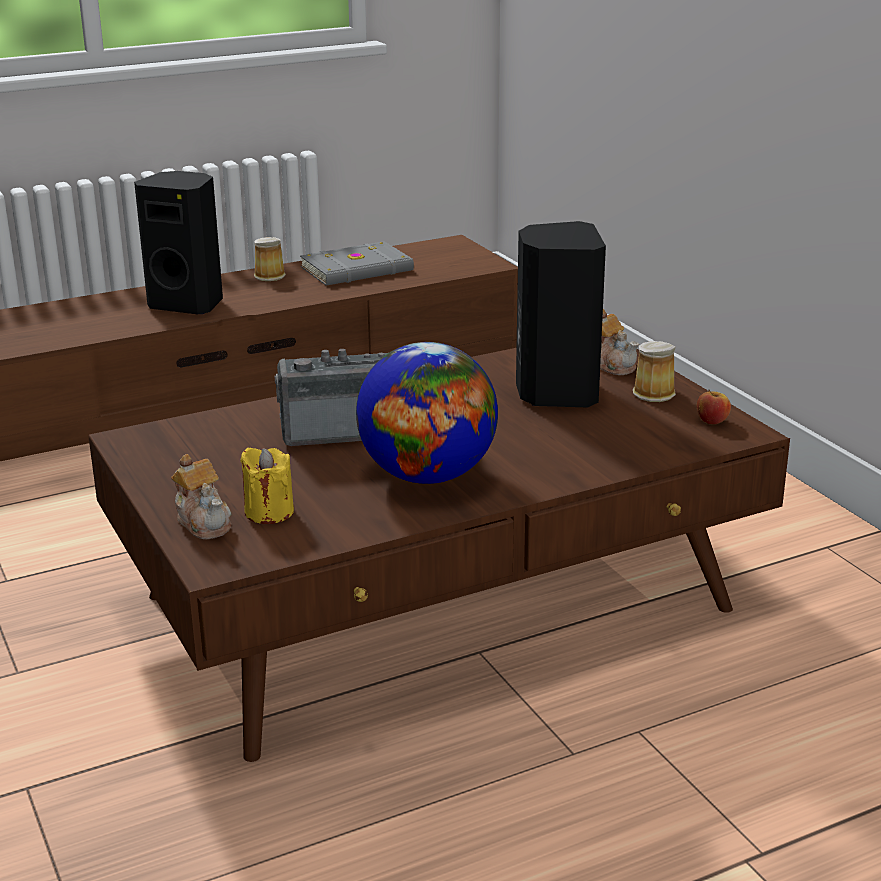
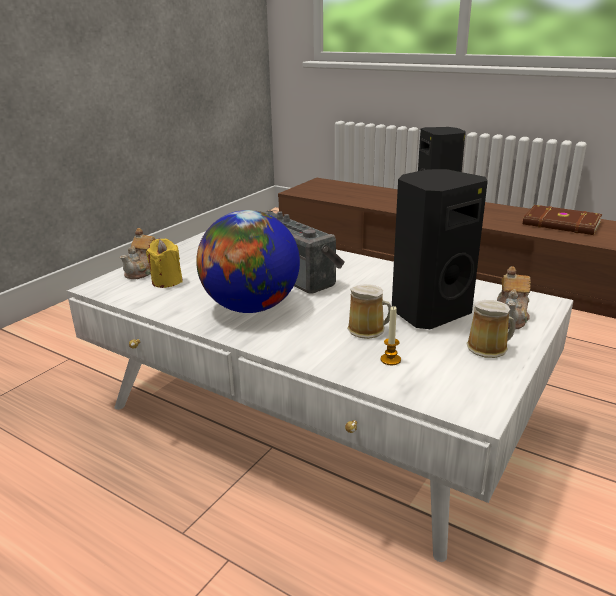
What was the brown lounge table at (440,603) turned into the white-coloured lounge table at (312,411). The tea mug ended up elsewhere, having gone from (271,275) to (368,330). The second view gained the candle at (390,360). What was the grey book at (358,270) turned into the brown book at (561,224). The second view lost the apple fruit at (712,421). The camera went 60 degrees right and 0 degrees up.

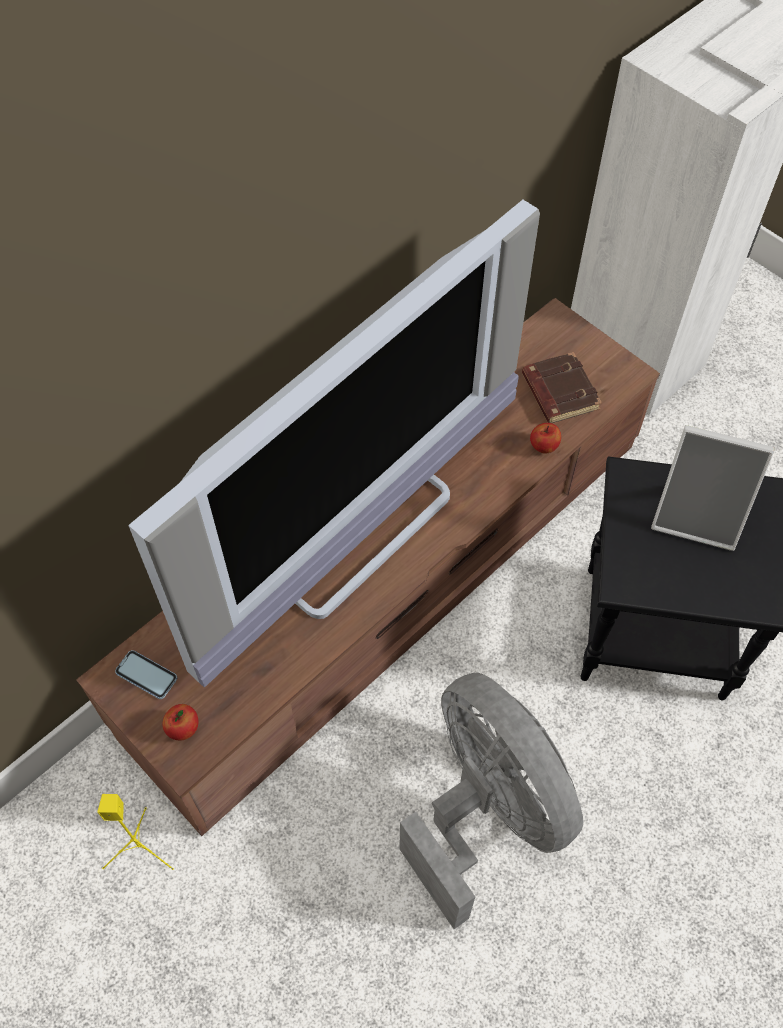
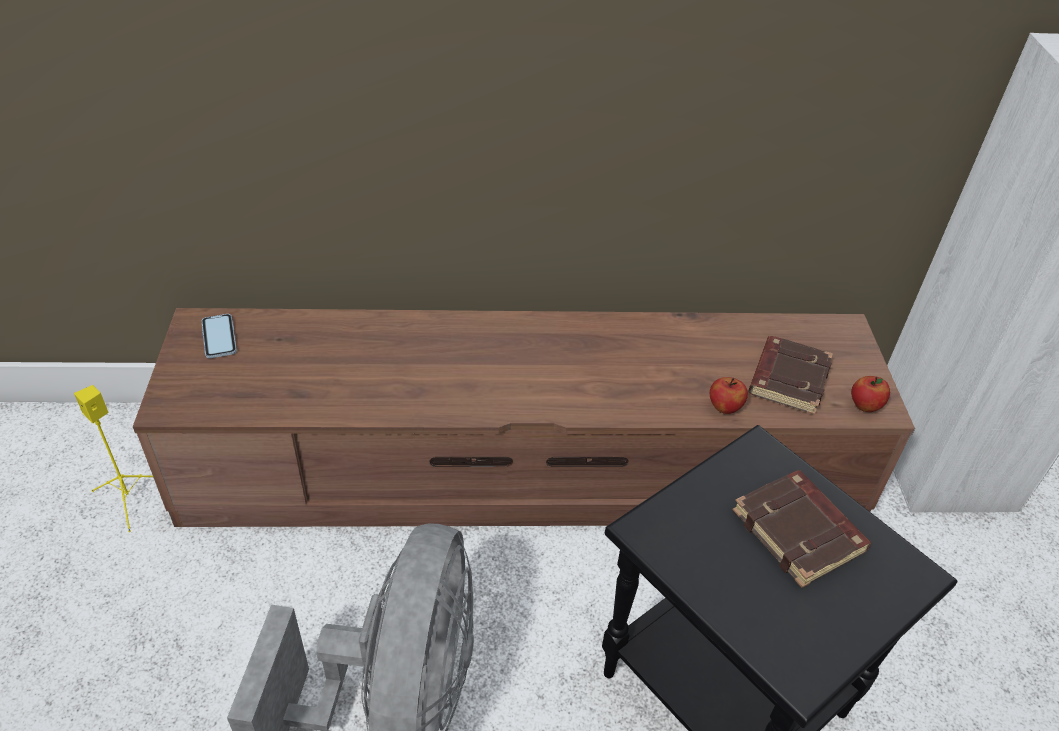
Where the photo frame stood at (698,516), the brown book came to stand at (800,532). The apple fruit ended up elsewhere, having gone from (183,728) to (864,406). The second view lost the TV at (360,532). The camera went 40 degrees right and 15 degrees down.

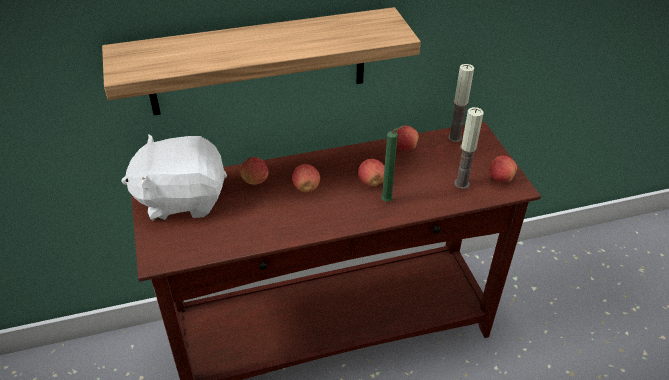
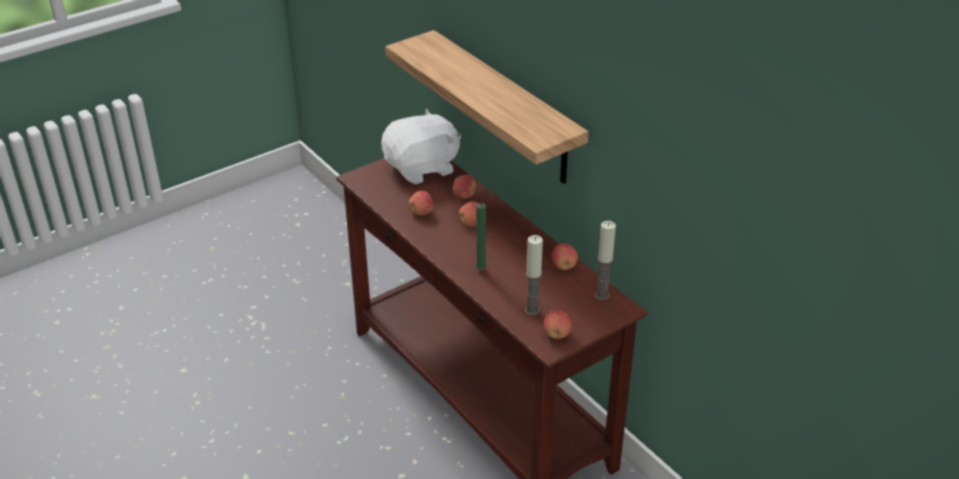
The white-coloured soft toy at (182,199) ended up facing another way, 90 degrees clockwise from before. The apple fruit ended up elsewhere, having gone from (371,182) to (421,212). The camera went 70 degrees right and 5 degrees down.

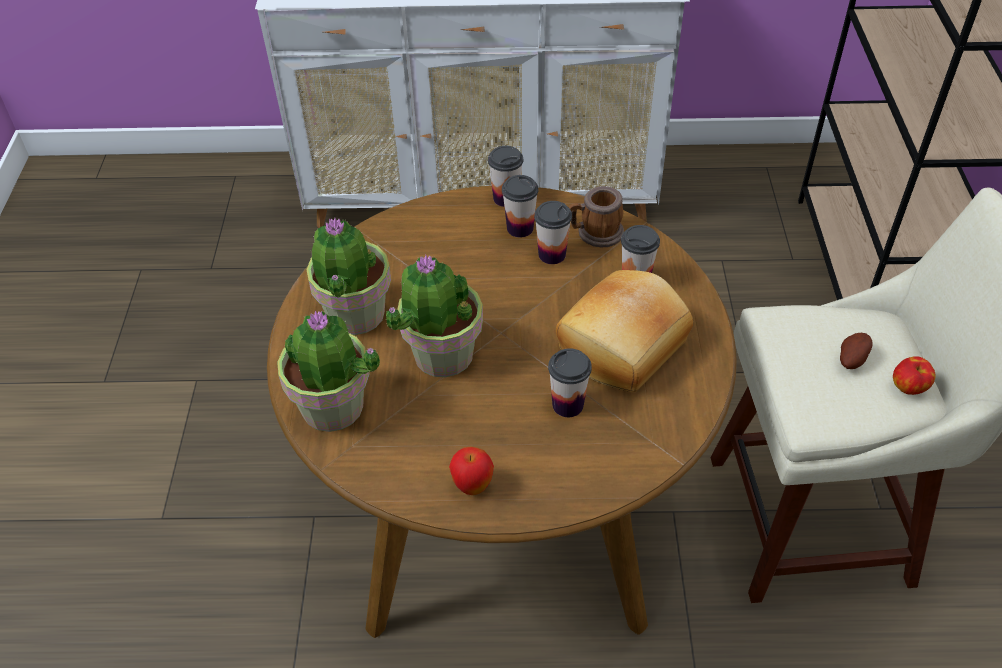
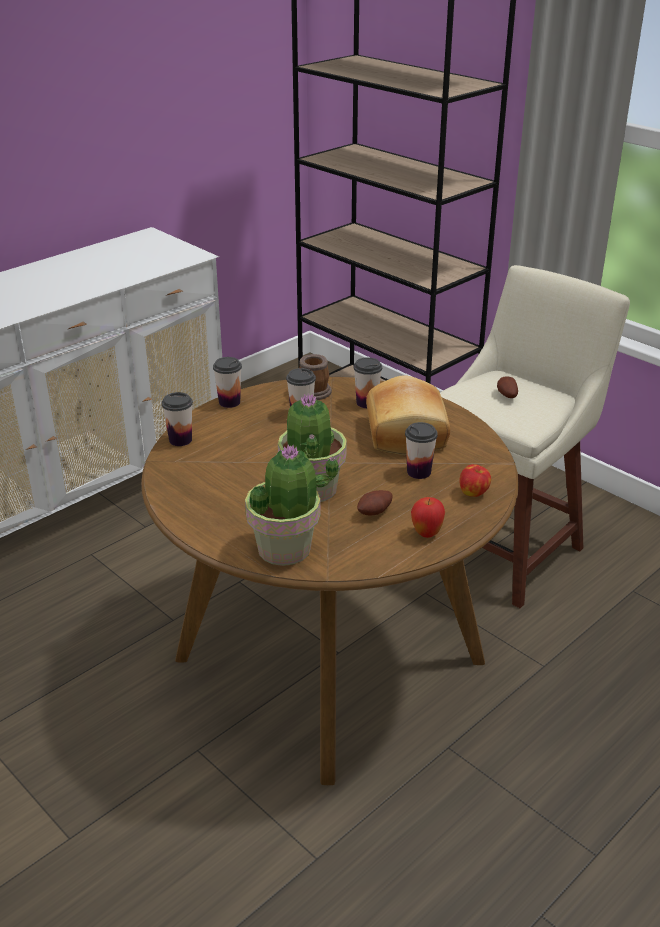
The small cup ended up elsewhere, having gone from (520,228) to (180,440). The second view gained the whole potato at (375,513). The apple fruit ended up elsewhere, having gone from (908,388) to (474,493). The second view lost the potted plant at (355,315). The camera went 45 degrees left and 15 degrees down.

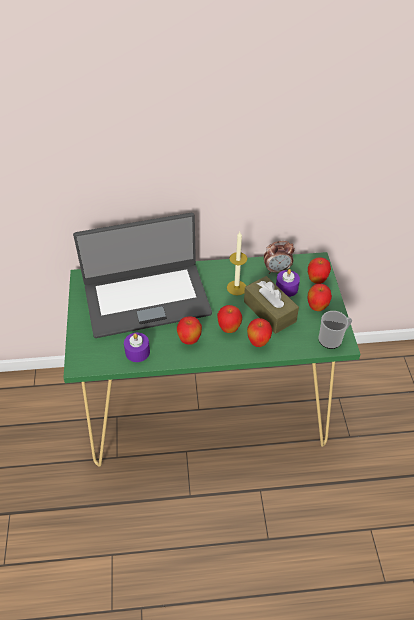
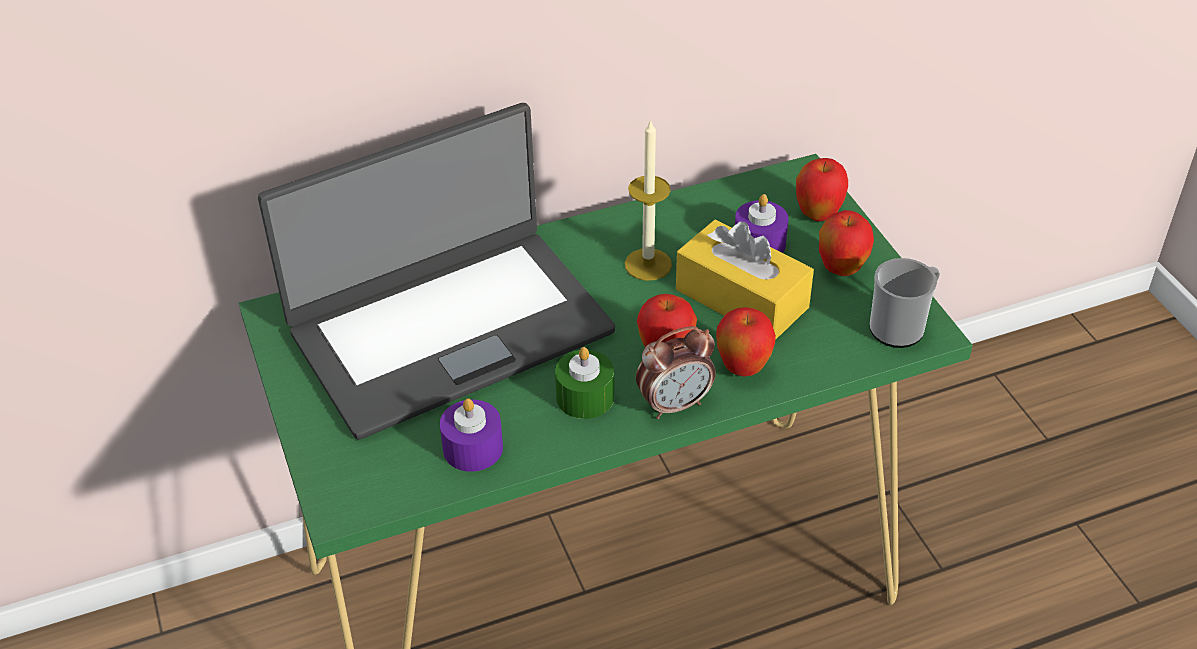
Where the apple fruit stood at (189,340), the greenish candle came to stand at (585,397). The bedside clock ended up elsewhere, having gone from (277,270) to (675,404). What was the brown box of tissues at (269,311) turned into the yellow box of tissues at (741,299). The camera went 15 degrees left and 5 degrees down.

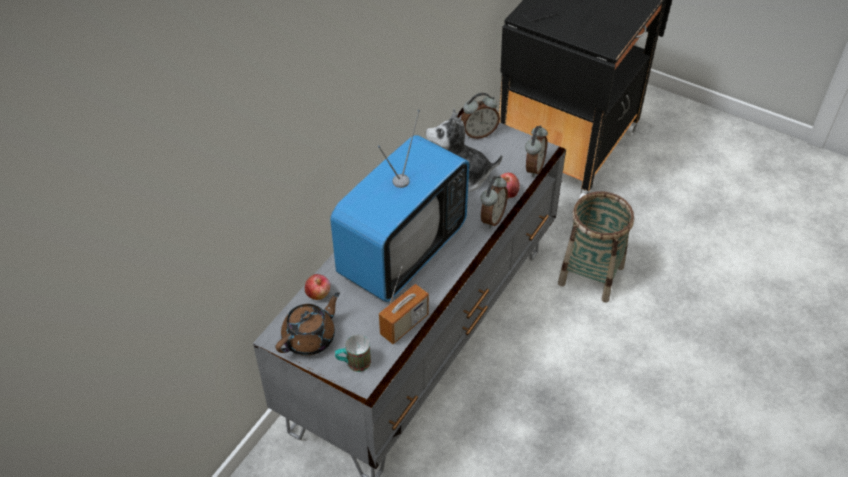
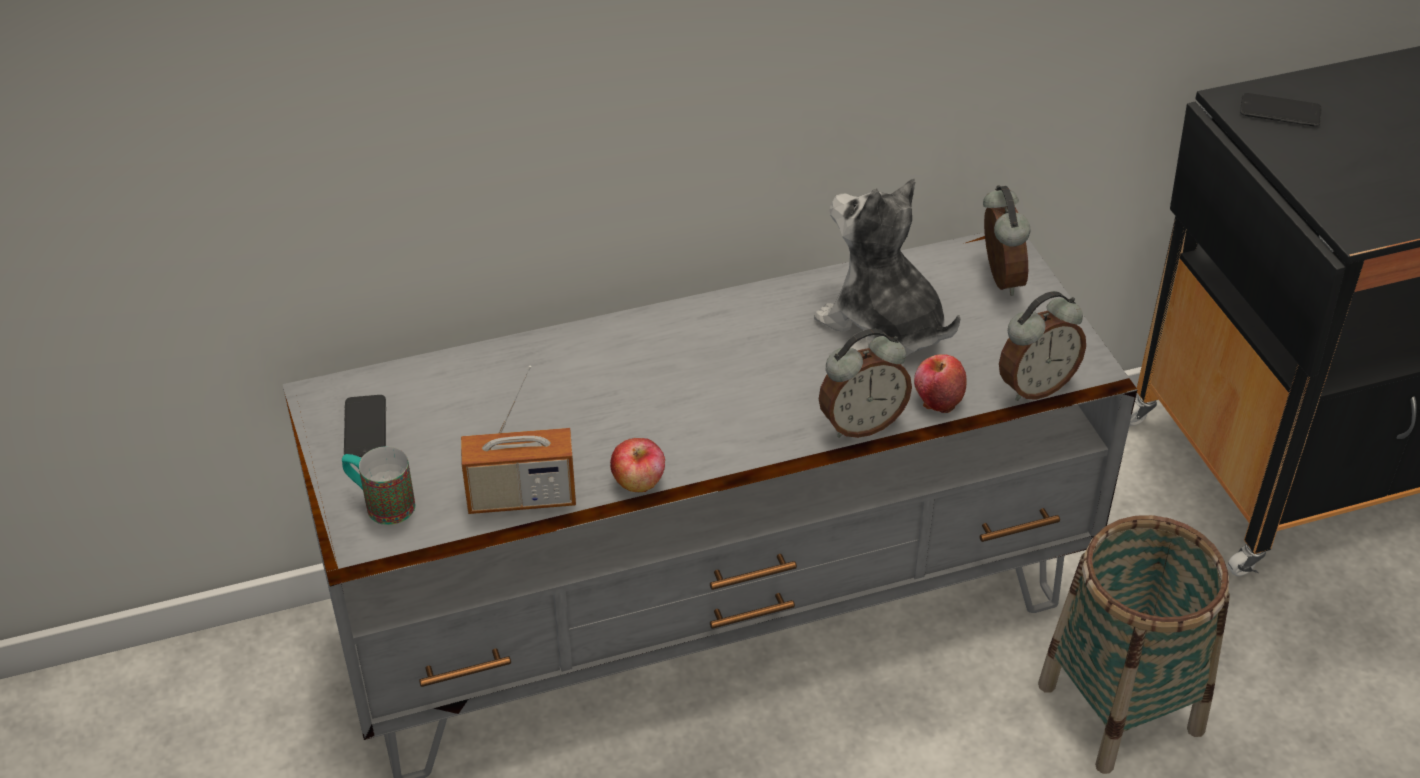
Where the brown pot for tea stood at (310,338), the phone came to stand at (365,427). The apple fruit ended up elsewhere, having gone from (318,294) to (638,481). The bedside clock at (478,133) ended up facing another way, 120 degrees counterclockwise from before. The second view lost the TV at (402,252). The camera went 40 degrees right and 5 degrees down.

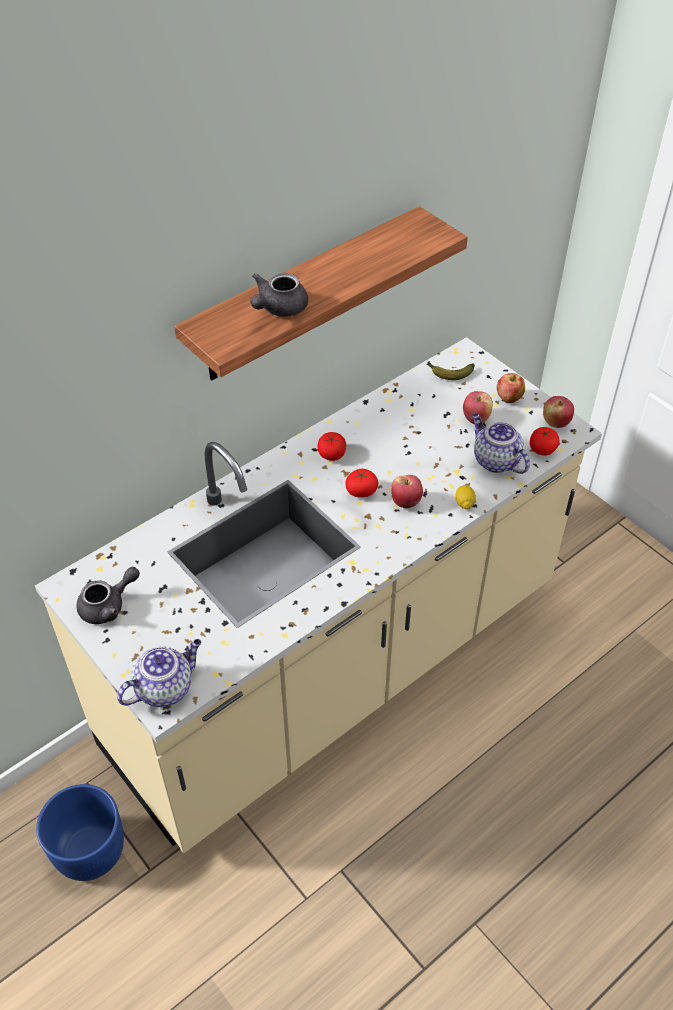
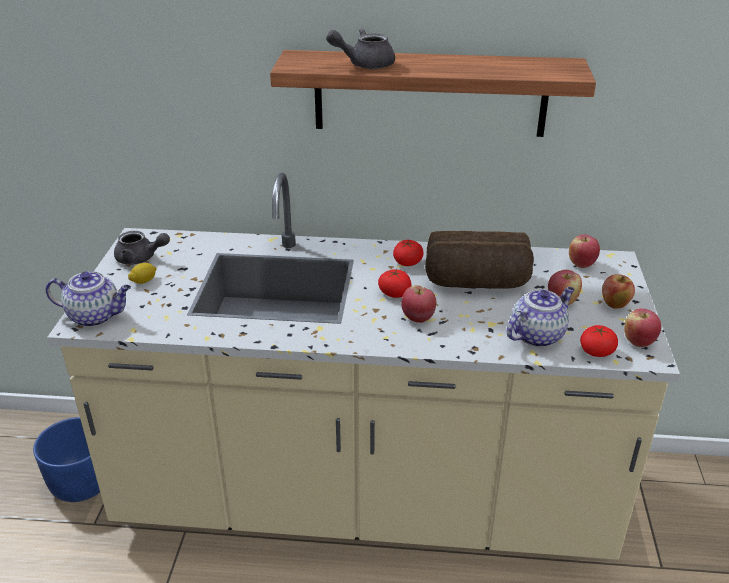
The whole lemon ended up elsewhere, having gone from (464,503) to (144,281). The second view gained the bread at (476,283). The pot for tea at (495,460) ended up facing another way, 45 degrees clockwise from before. Where the banana fruit stood at (448,373), the apple fruit came to stand at (581,264). The camera went 45 degrees right and 15 degrees down.

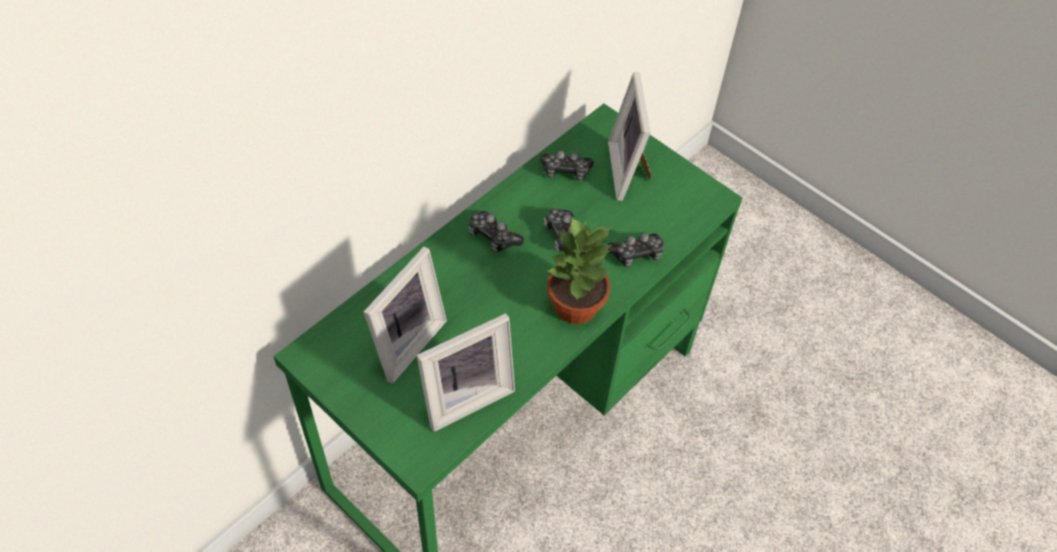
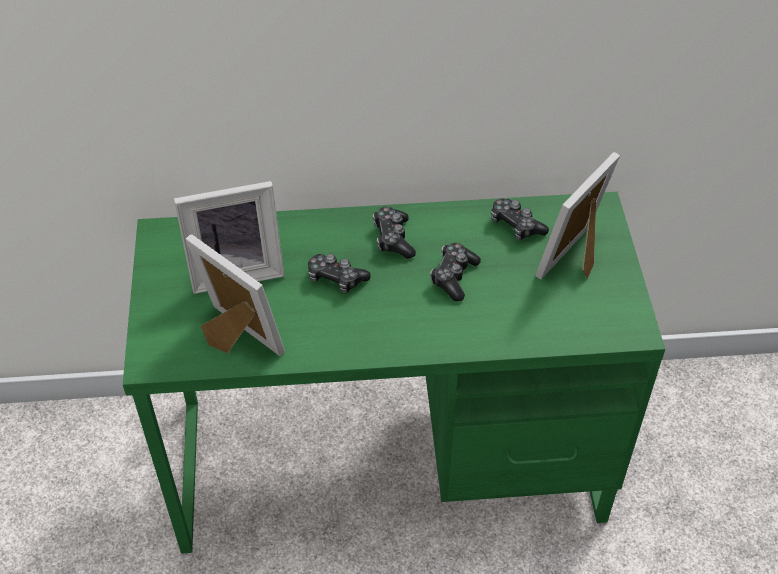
The photo frame at (464,395) ended up facing another way, 150 degrees counterclockwise from before. The gamepad ended up elsewhere, having gone from (636,254) to (336,279). The second view lost the potted plant at (576,307). The camera went 45 degrees right and 5 degrees down.

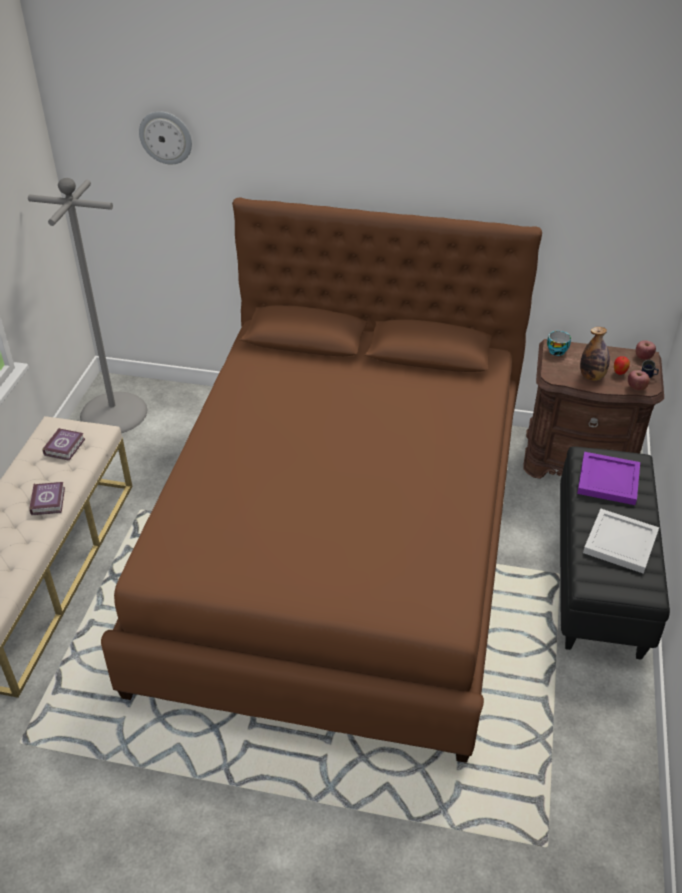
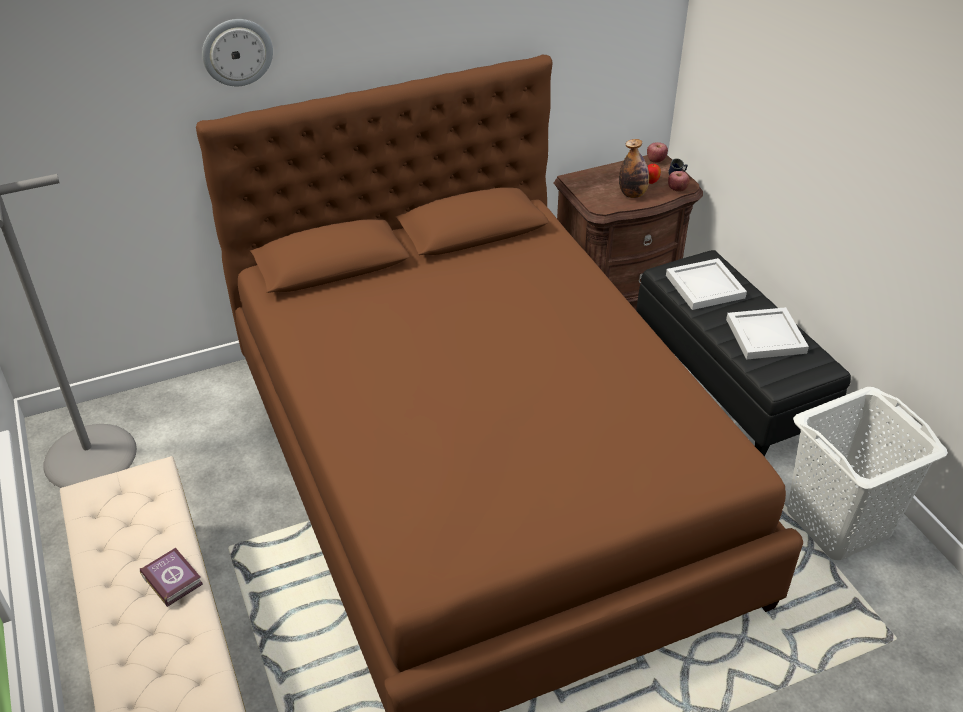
The clock on the wall ended up elsewhere, having gone from (166,137) to (237,52). What was the purplish tray at (609,480) turned into the white-coloured tray at (705,286). The second view gained the white-coloured hamper at (839,523). The second view lost the book at (66,446). The second view lost the small cup at (557,350). The camera went 35 degrees left and 0 degrees up.

